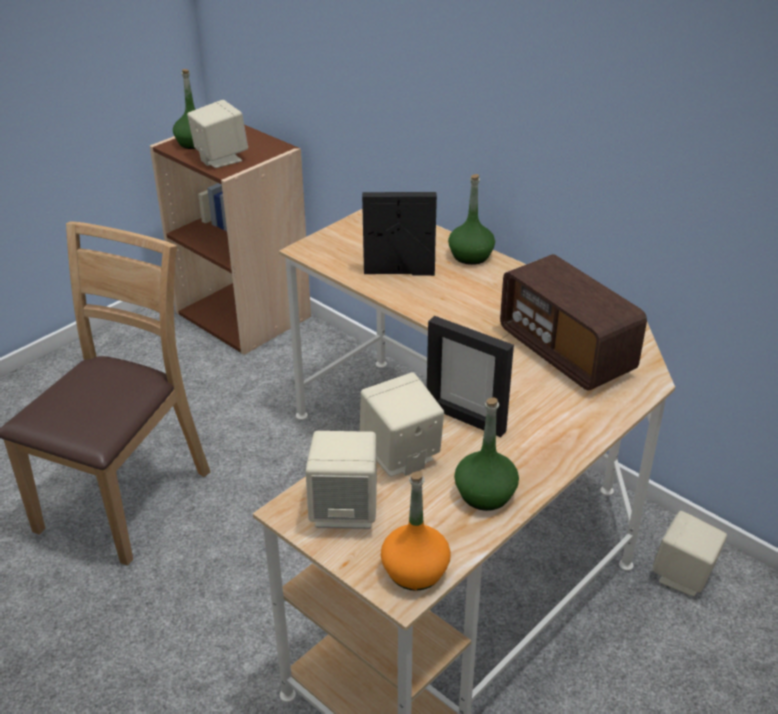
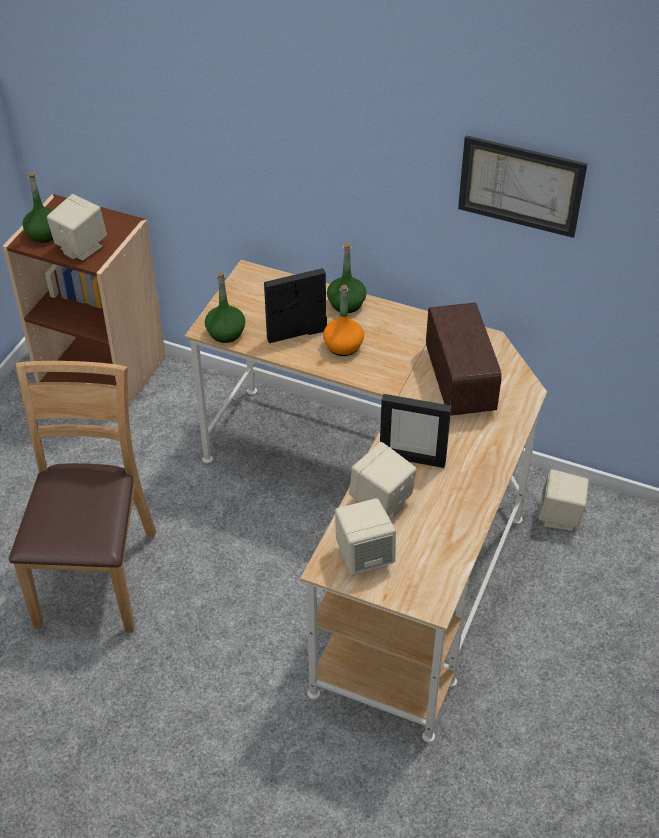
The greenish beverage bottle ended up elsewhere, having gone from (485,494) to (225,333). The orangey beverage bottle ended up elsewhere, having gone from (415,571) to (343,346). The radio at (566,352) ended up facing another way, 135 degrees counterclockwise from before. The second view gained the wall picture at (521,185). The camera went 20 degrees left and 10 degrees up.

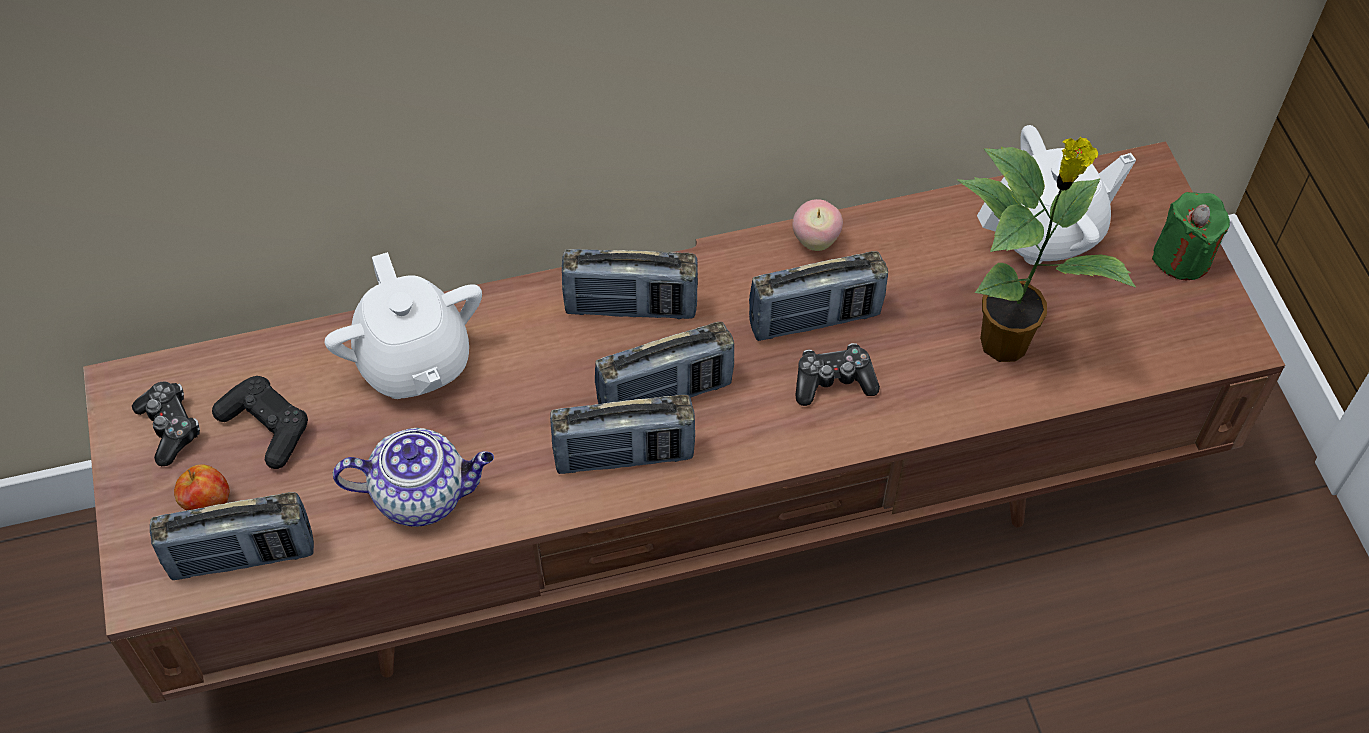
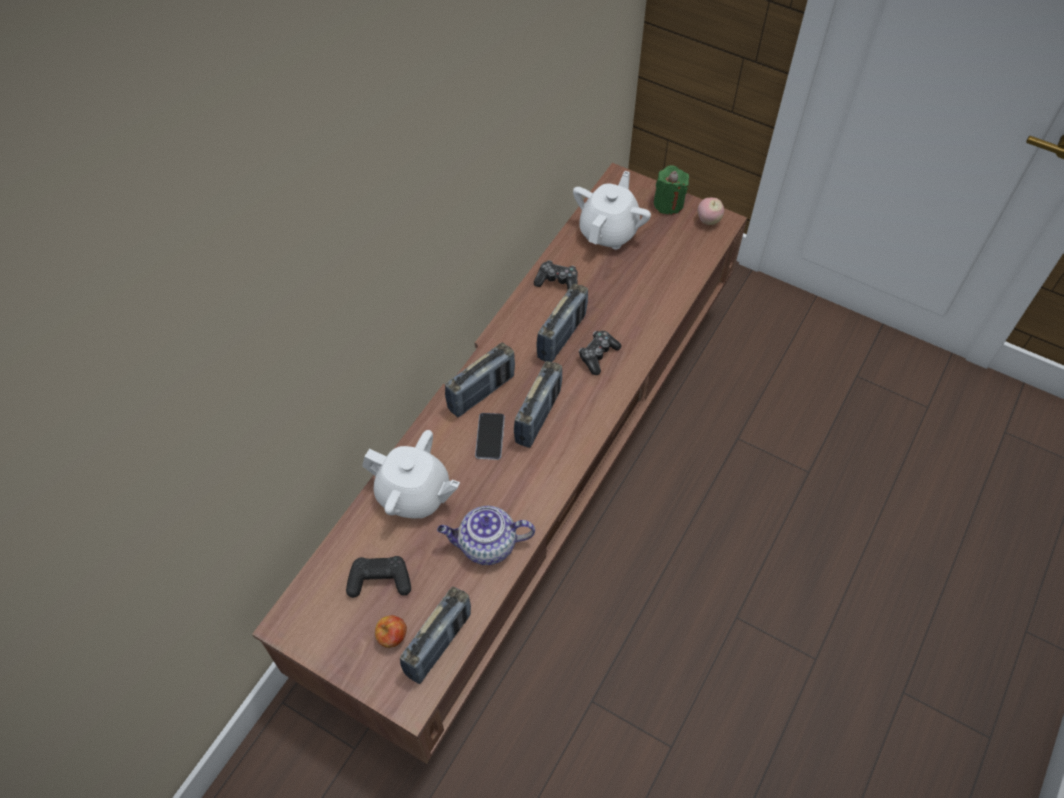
The pot for tea at (423,494) ended up facing another way, 135 degrees counterclockwise from before. The second view gained the phone at (490,436). The gamepad ended up elsewhere, having gone from (170,427) to (557,281). The apple fruit ended up elsewhere, having gone from (815,241) to (708,220). The second view lost the radio at (624,456). The second view lost the potted plant at (1008,342). The camera went 45 degrees left and 0 degrees up.

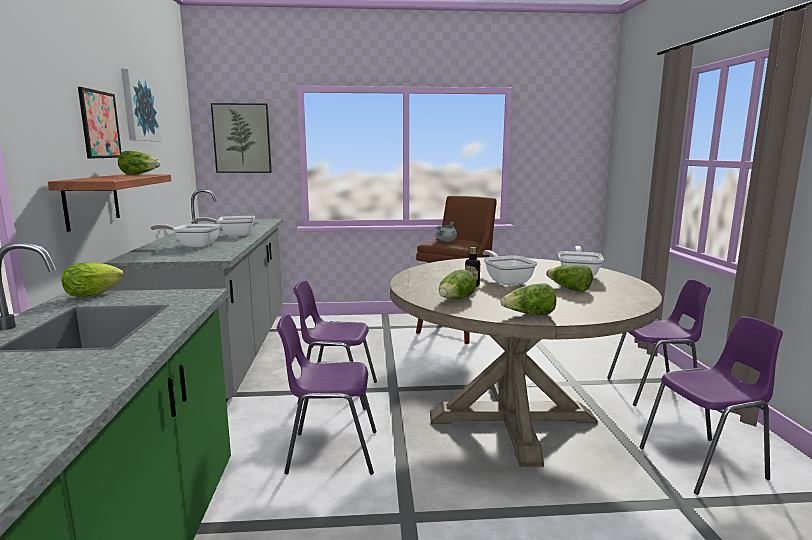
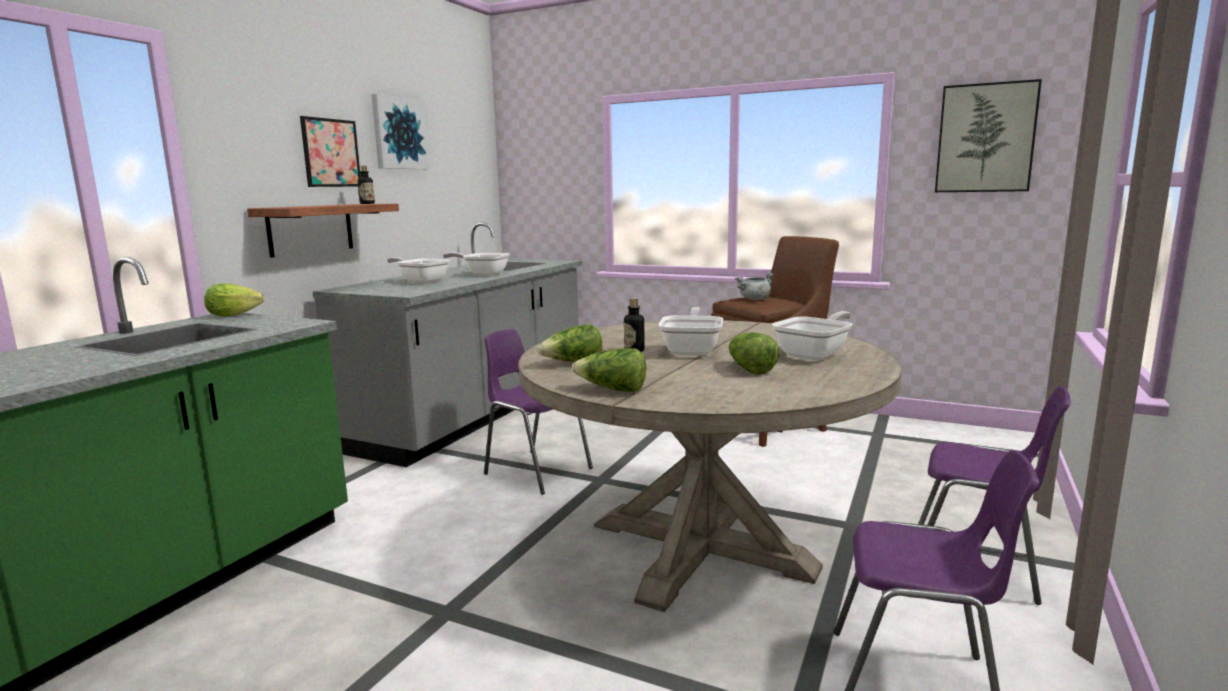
Where the head of lettuce stood at (140,174), the beverage bottle came to stand at (367,203). The wall picture ended up elsewhere, having gone from (242,138) to (985,138). The second view lost the purplish plain chair at (330,452). The camera went 30 degrees right and 0 degrees up.

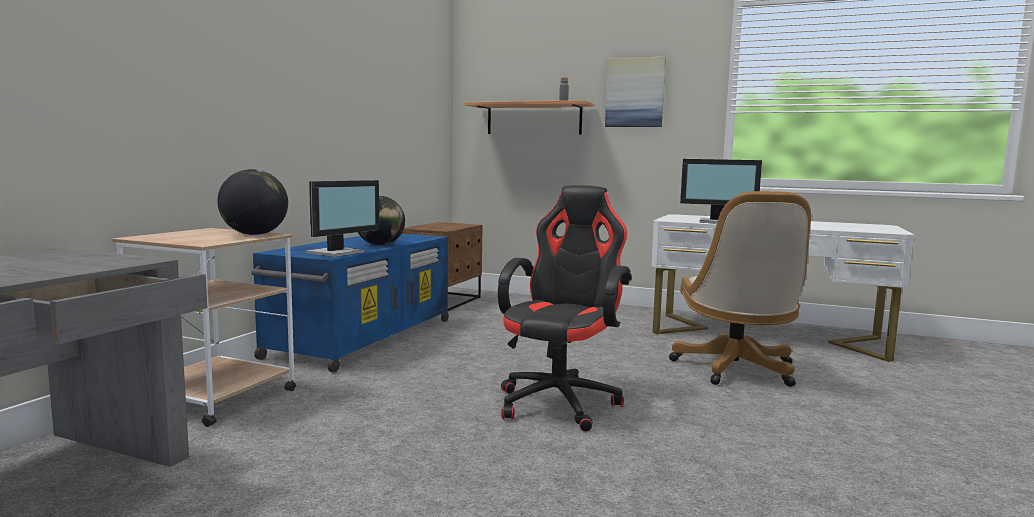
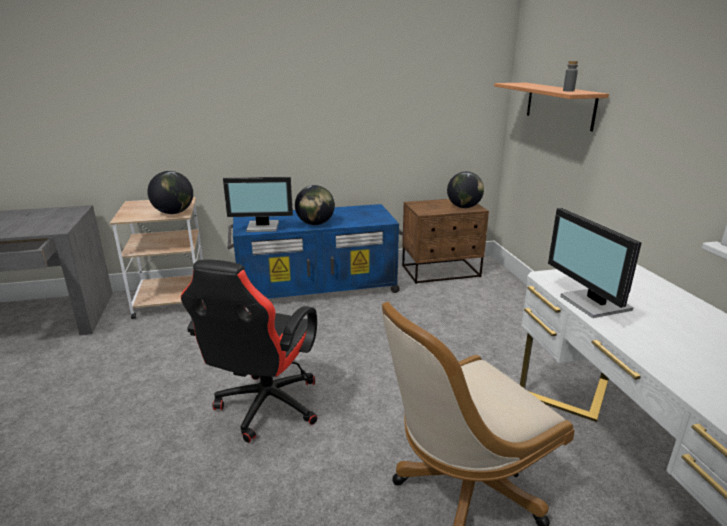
The blackish computer chair at (561,402) ended up facing another way, 120 degrees clockwise from before. The second view gained the globe at (464,207). The second view lost the wall picture at (635,92). The camera went 55 degrees right and 15 degrees up.

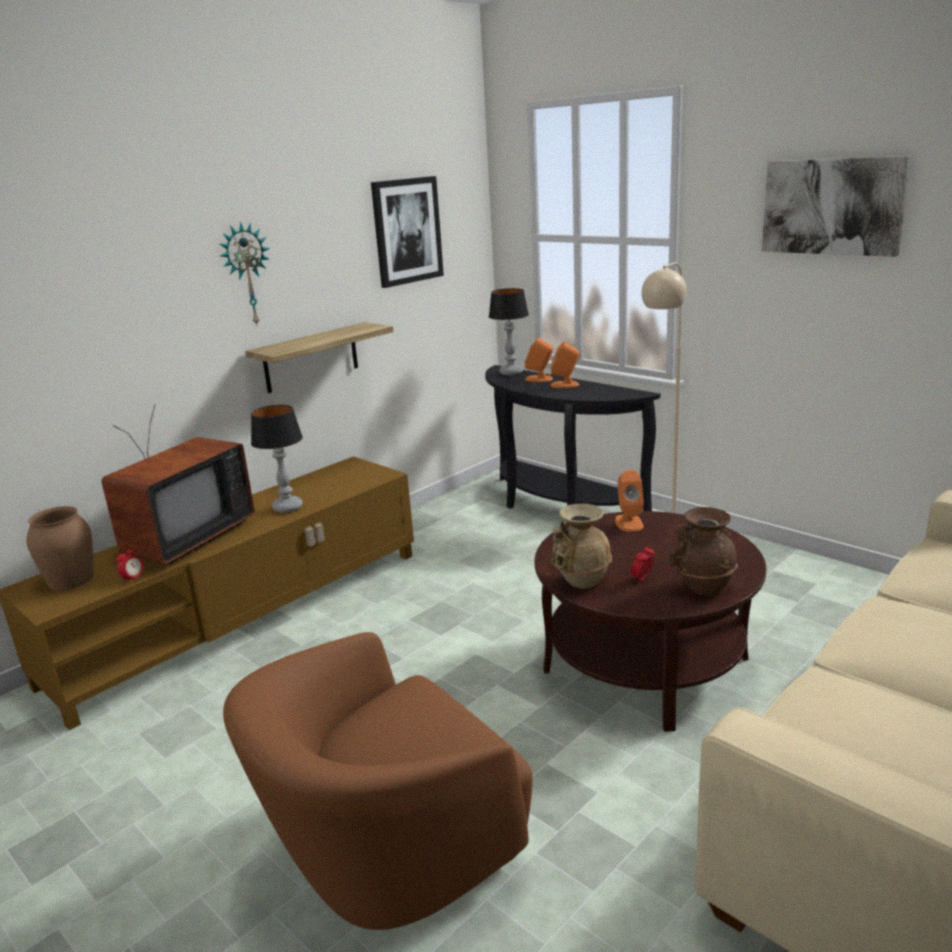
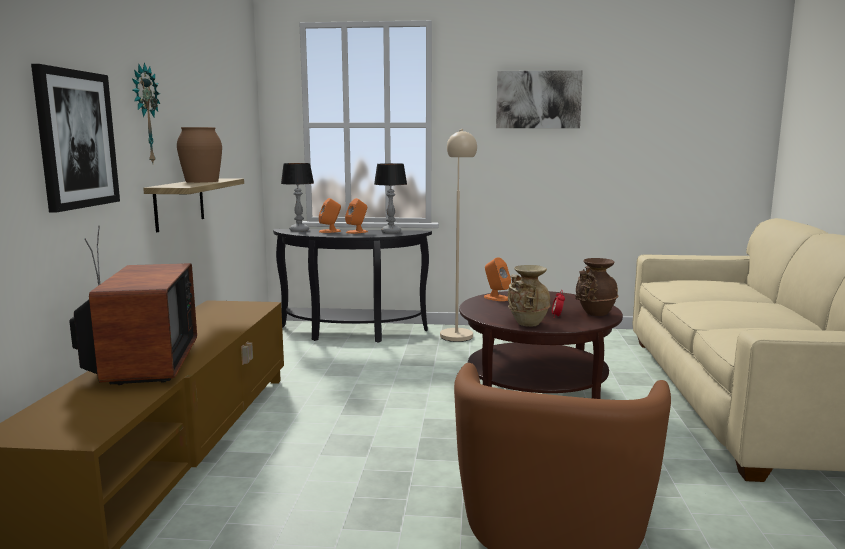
The wall picture ended up elsewhere, having gone from (407,231) to (76,139). The brown vase ended up elsewhere, having gone from (70,579) to (201,181). The table lamp ended up elsewhere, having gone from (287,508) to (391,232). The second view lost the bedside clock at (134,579). The camera went 40 degrees left and 10 degrees down.

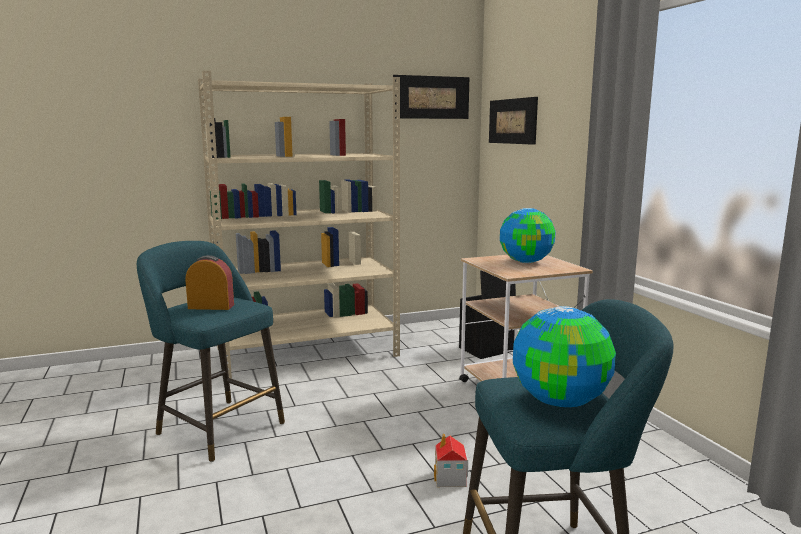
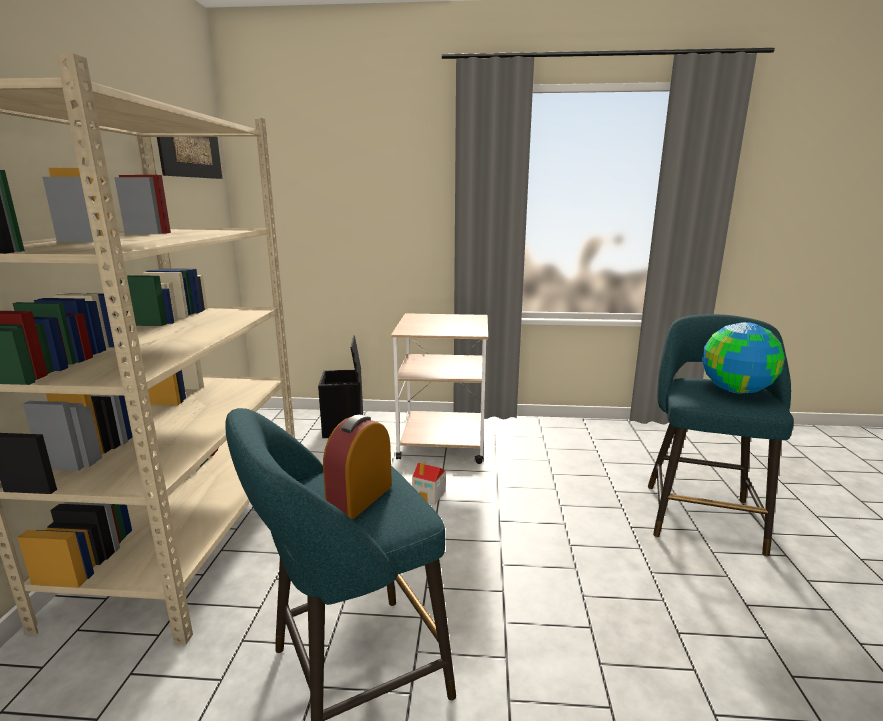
The toy house ended up elsewhere, having gone from (450,479) to (429,495). The second view lost the wall picture at (512,121). The second view lost the globe at (526,262). The camera went 65 degrees left and 5 degrees up.

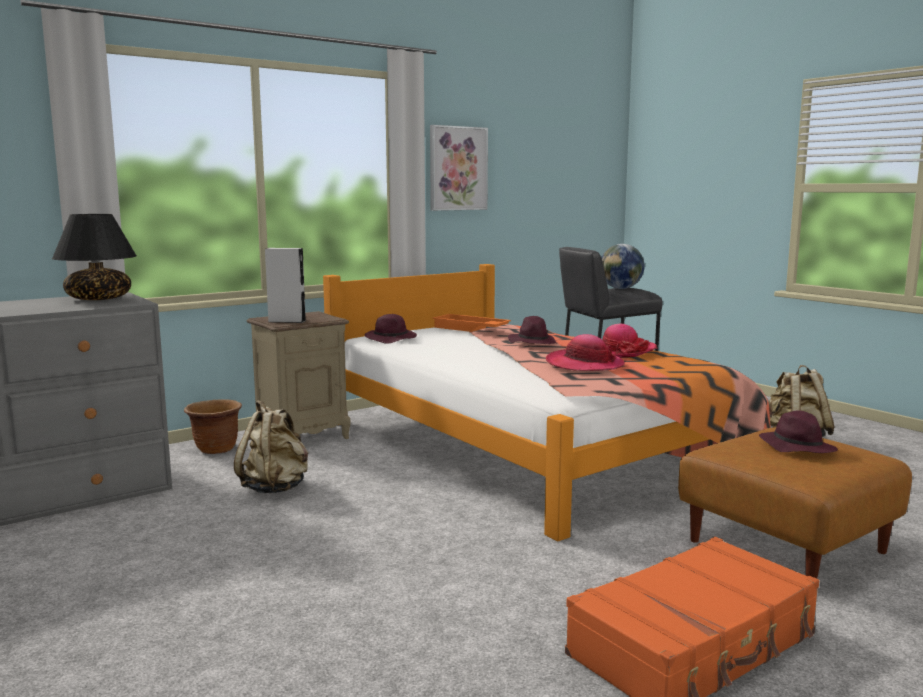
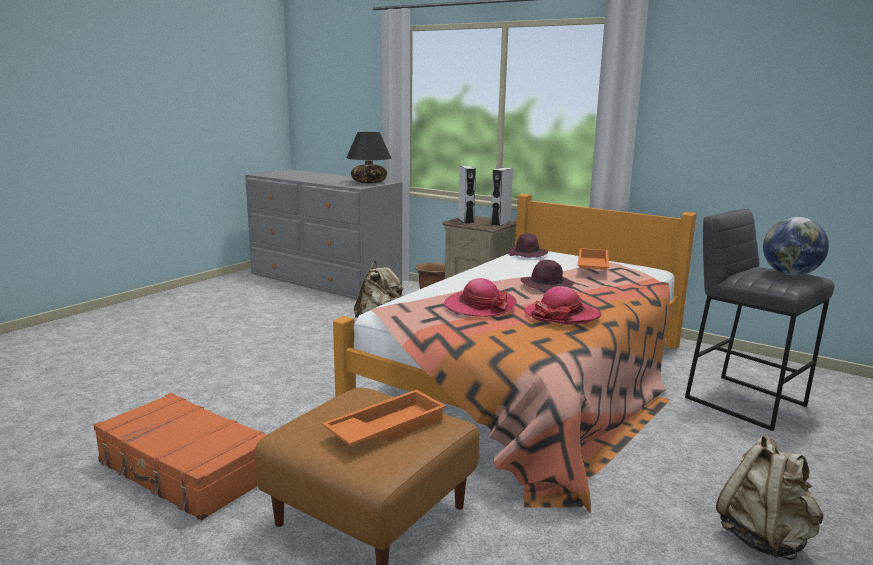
Where the purplish wearable hat stood at (795,447), the orangey tray came to stand at (386,427). The second view gained the grey audio speaker at (500,223). The second view lost the wall picture at (458,168). The camera went 70 degrees right and 5 degrees up.

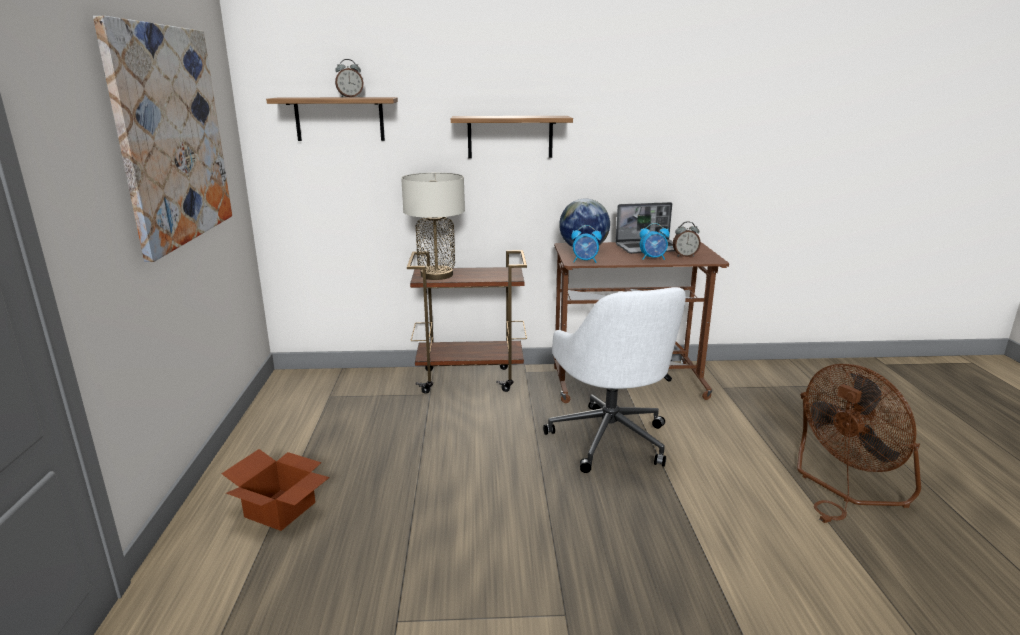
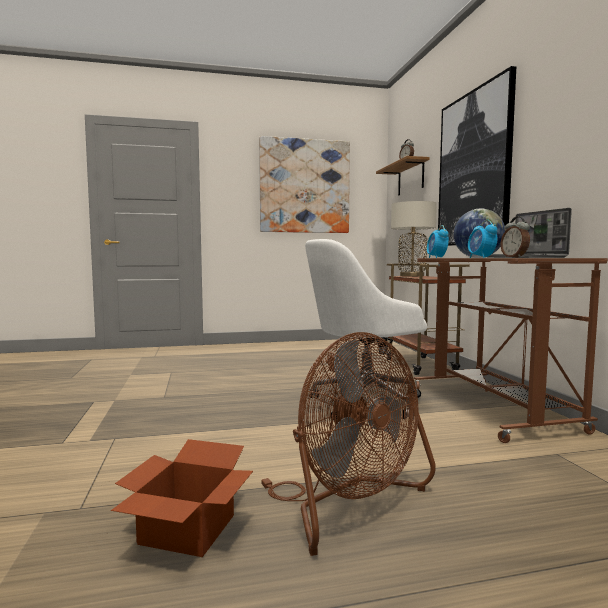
The packing box ended up elsewhere, having gone from (281,511) to (185,530). Where the wall shelf hung at (510,137), the wall picture came to hang at (473,169). The camera went 80 degrees right and 15 degrees down.

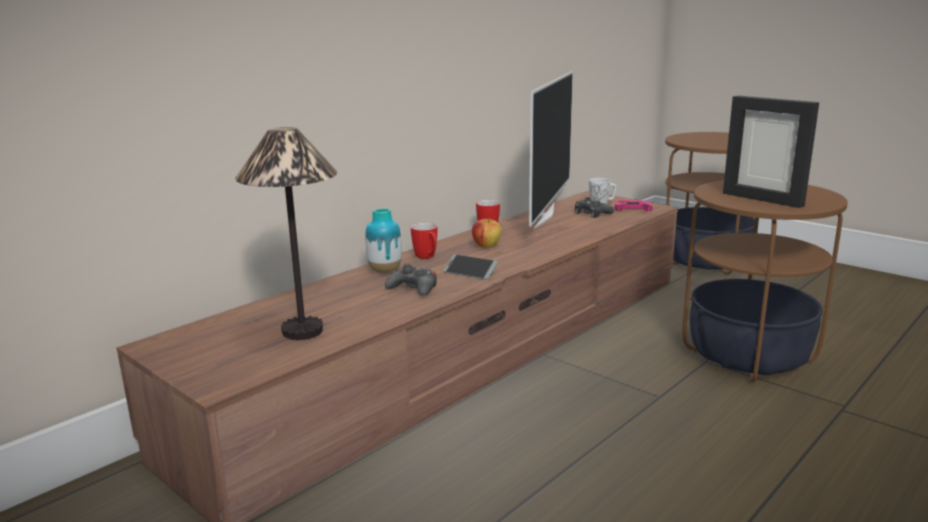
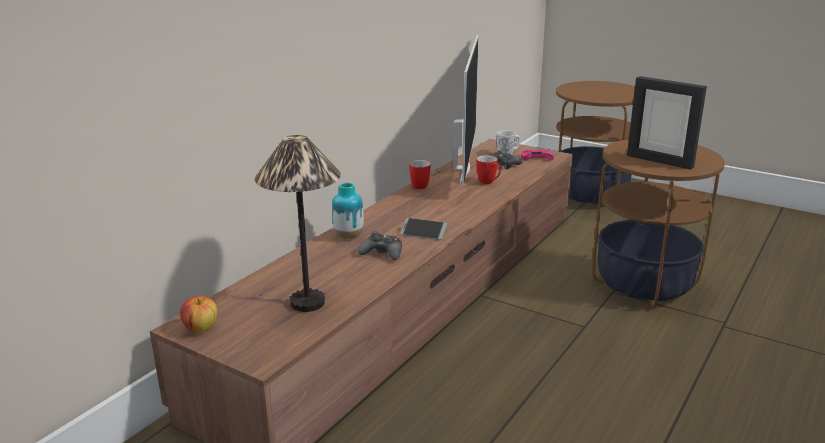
The apple fruit ended up elsewhere, having gone from (486,246) to (200,328). The tea mug ended up elsewhere, having gone from (427,257) to (489,183). The camera went 10 degrees left and 5 degrees up.

